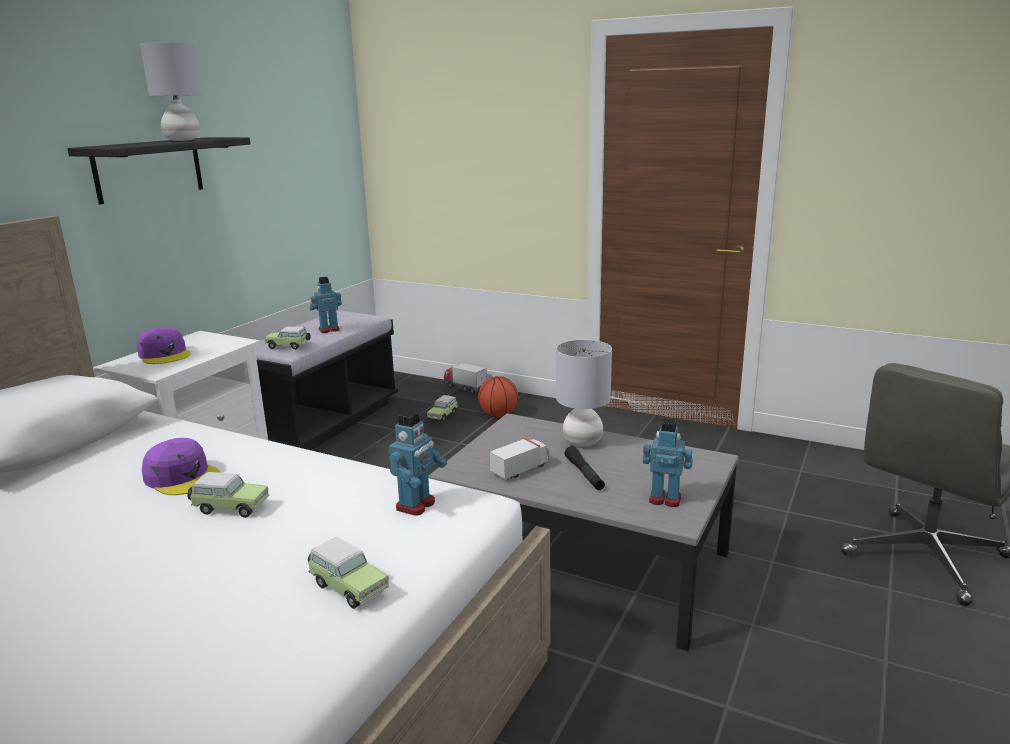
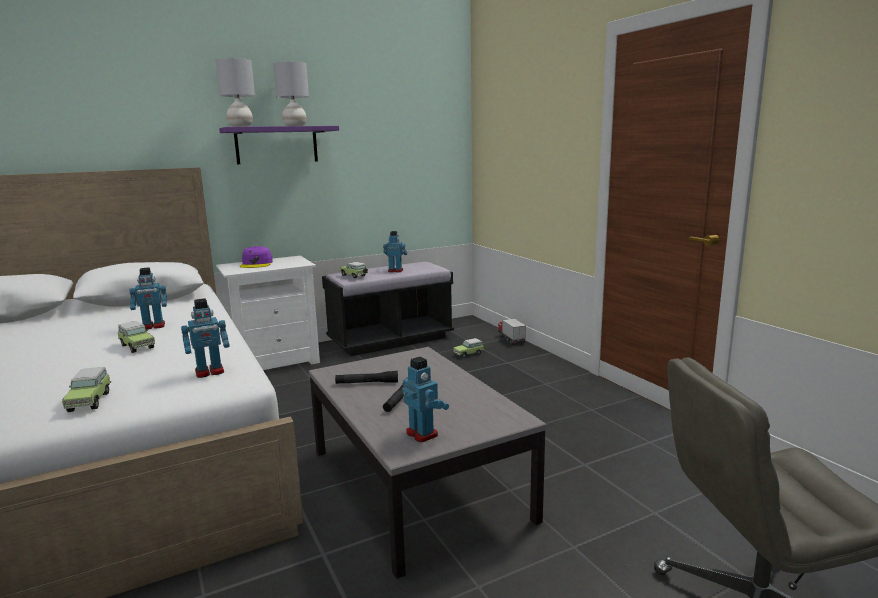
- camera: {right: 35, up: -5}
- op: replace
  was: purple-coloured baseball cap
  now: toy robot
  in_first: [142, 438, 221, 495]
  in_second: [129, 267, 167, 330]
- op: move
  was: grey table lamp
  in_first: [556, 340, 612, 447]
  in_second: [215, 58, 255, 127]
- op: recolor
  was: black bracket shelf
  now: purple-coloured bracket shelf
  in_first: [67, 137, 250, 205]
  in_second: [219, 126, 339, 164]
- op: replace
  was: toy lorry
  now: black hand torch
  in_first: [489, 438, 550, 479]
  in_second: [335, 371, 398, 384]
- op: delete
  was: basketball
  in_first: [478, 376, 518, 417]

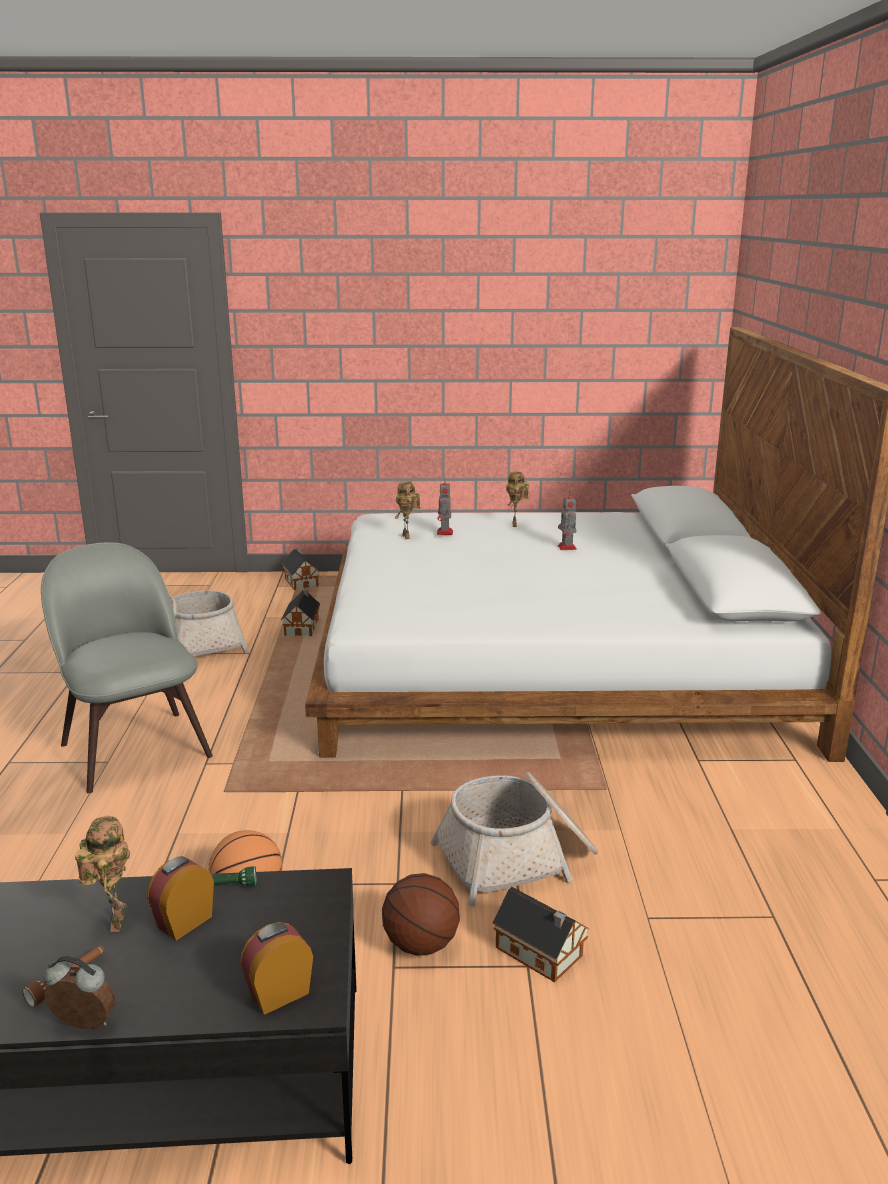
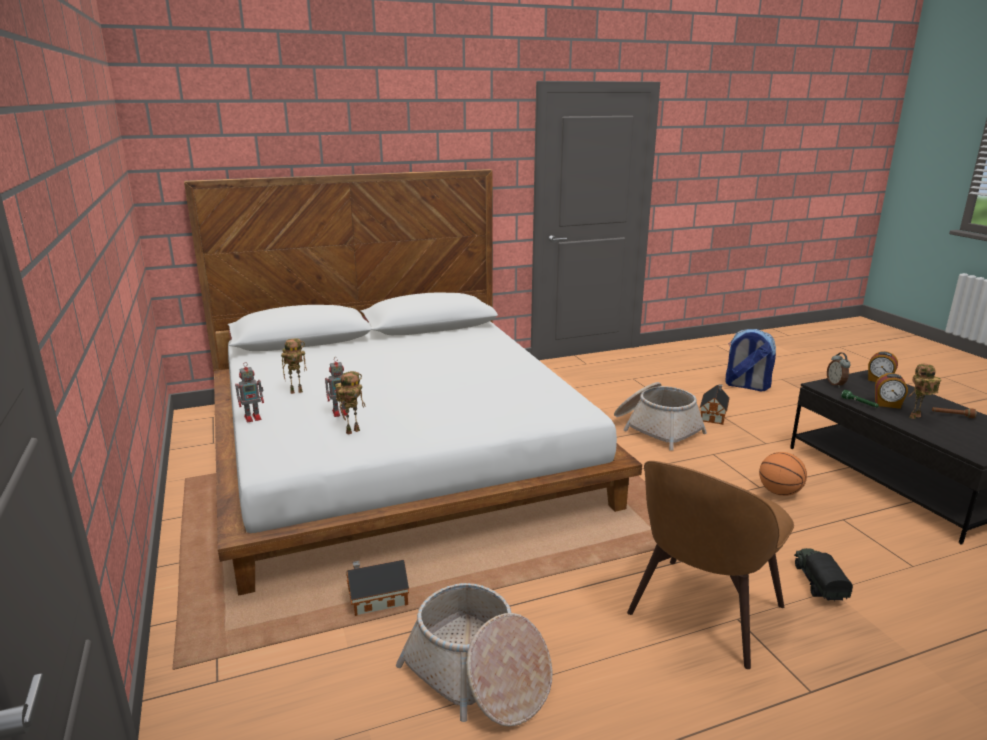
- camera: {right: -110, up: 0}
- op: move
  was: toy robot
  in_first: [558, 491, 577, 550]
  in_second: [235, 362, 264, 423]
- op: recolor
  was: grey chair
  now: brownish chair
  in_first: [41, 542, 213, 793]
  in_second: [627, 461, 794, 669]
- op: insert
  now: rucksack
  in_second: [725, 329, 776, 391]
- op: insert
  now: toy lorry
  in_second: [794, 548, 853, 601]
- op: move
  was: table clock
  in_first: [44, 956, 115, 1029]
  in_second: [827, 353, 851, 388]
- op: delete
  was: model house
  in_first: [282, 547, 320, 591]
- op: delete
  was: basketball
  in_first: [382, 873, 460, 956]

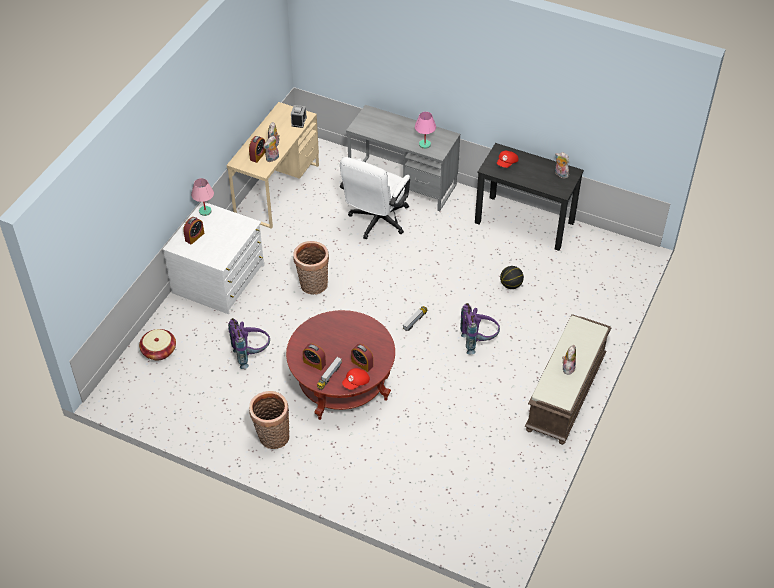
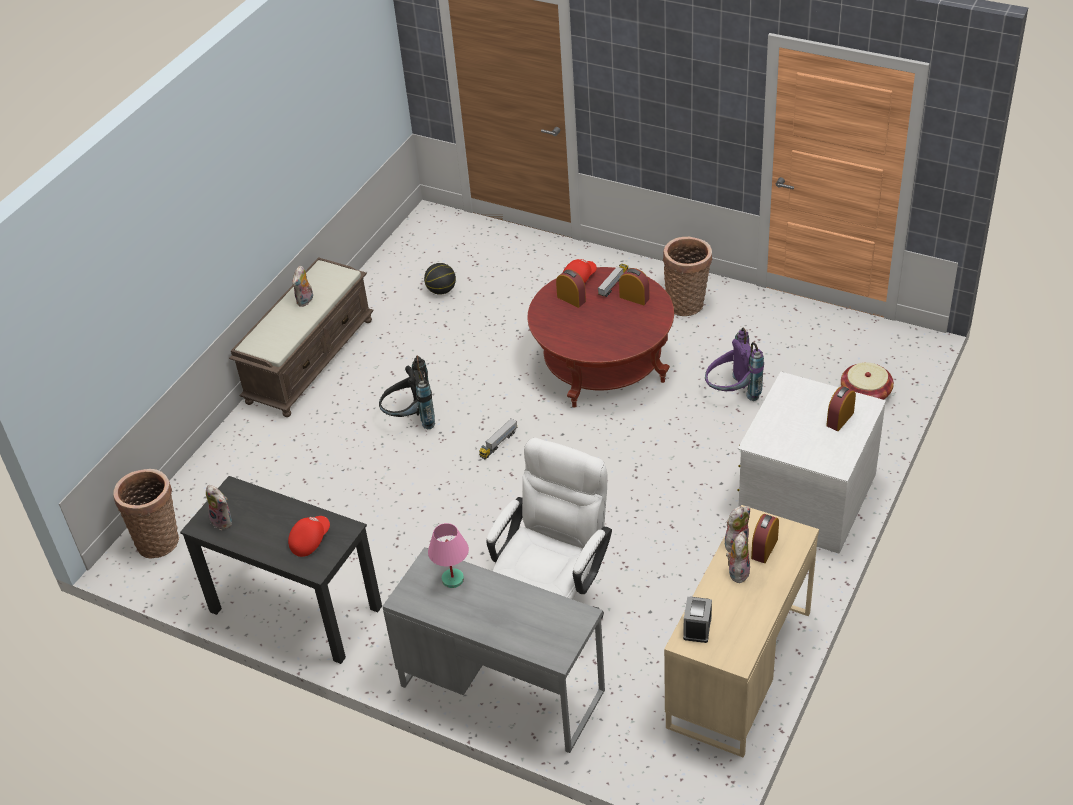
- camera: {right: -175, up: -5}
- op: move
  was: household basket
  in_first: [293, 241, 329, 295]
  in_second: [114, 469, 179, 558]
- op: recolor
  was: purple-coloured rucksack
  now: black rucksack
  in_first: [460, 303, 500, 354]
  in_second: [379, 355, 435, 429]
- op: move
  was: basketball
  in_first: [500, 266, 524, 289]
  in_second: [424, 263, 456, 295]
- op: delete
  was: pink table lamp
  in_first: [191, 178, 214, 216]

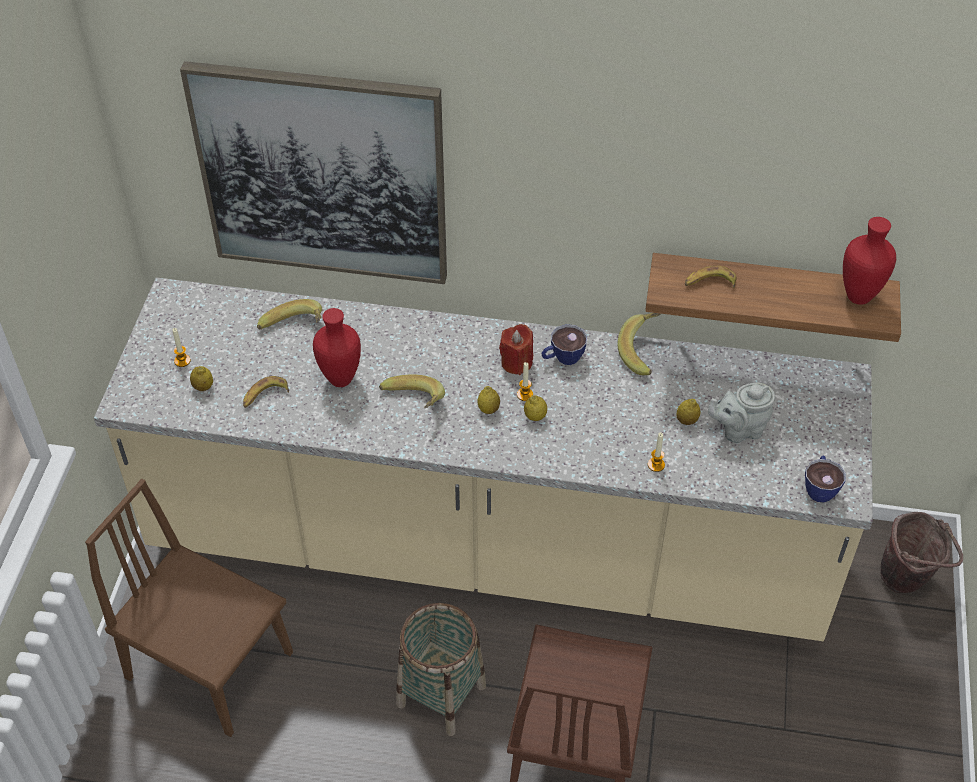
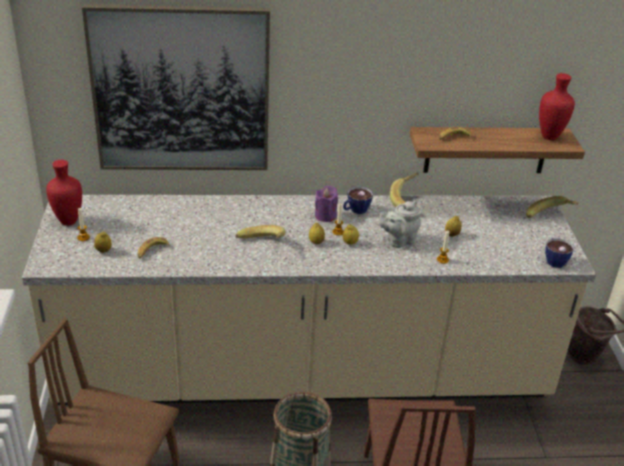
- camera: {right: -15, up: -15}
- op: move
  was: red decorative vase
  in_first: [313, 308, 361, 387]
  in_second: [46, 160, 82, 226]
- op: recolor
  was: red wax light
  now: purple-coloured wax light
  in_first: [499, 324, 533, 375]
  in_second: [315, 186, 338, 222]
- op: move
  was: grey teapot
  in_first: [708, 383, 775, 443]
  in_second: [379, 201, 422, 248]
- op: move
  was: banana
  in_first: [257, 299, 322, 330]
  in_second: [526, 196, 579, 218]

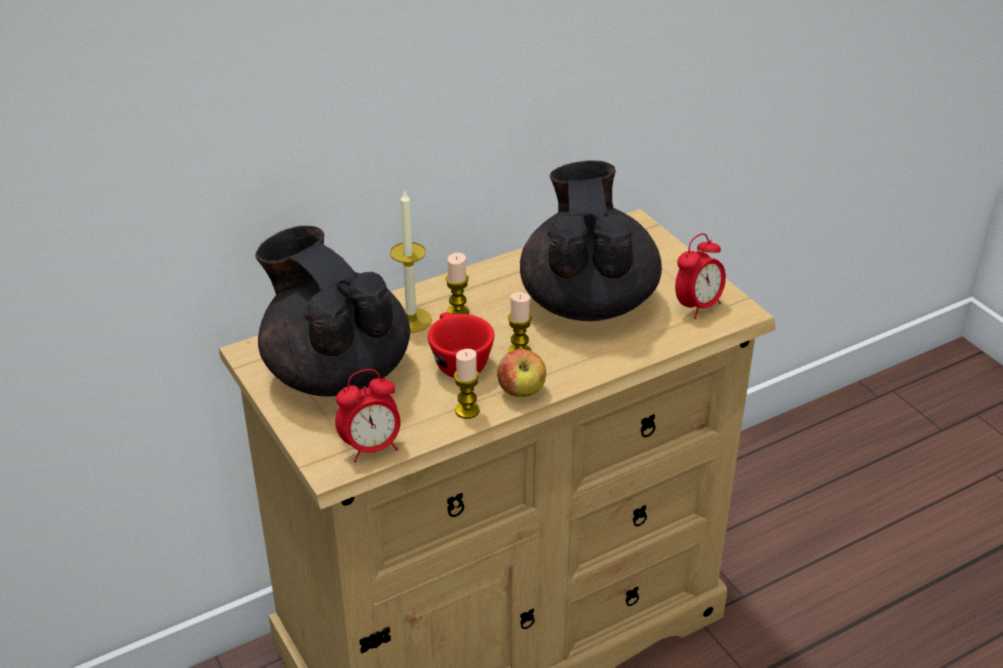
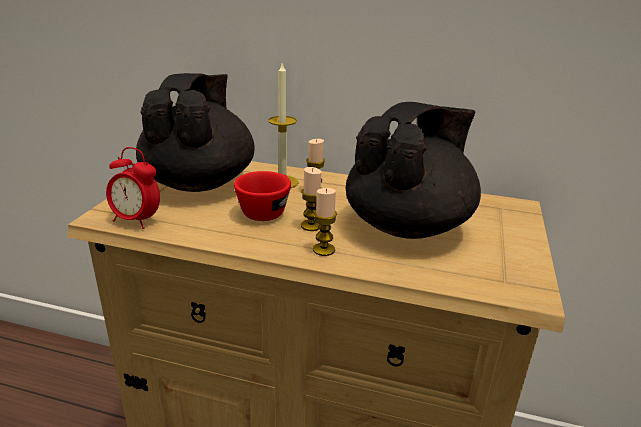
- camera: {right: 45, up: -10}
- op: move
  was: wax light
  in_first: [454, 349, 480, 419]
  in_second: [313, 188, 337, 256]
- op: delete
  was: apple fruit
  in_first: [497, 349, 546, 397]
- op: delete
  was: table clock
  in_first: [675, 233, 726, 319]

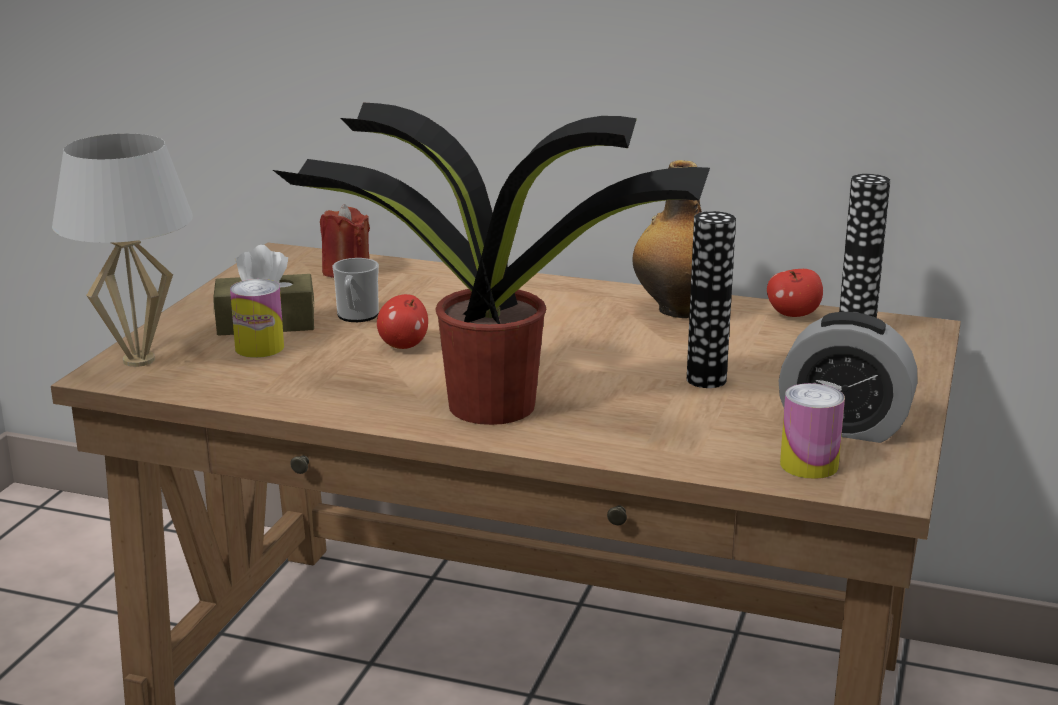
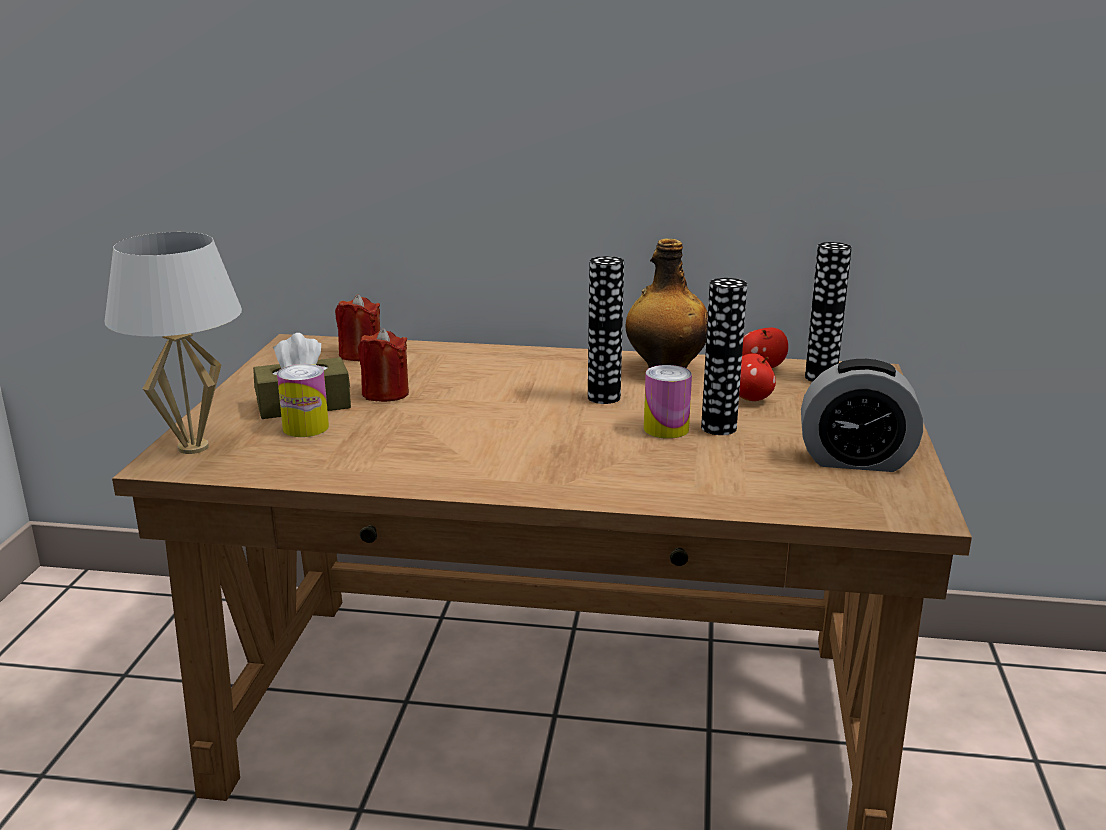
- camera: {right: -10, up: 0}
- op: replace
  was: tea mug
  now: red wax light
  in_first: [332, 258, 379, 322]
  in_second: [358, 328, 409, 402]
- op: insert
  now: decorative vase
  in_second: [588, 256, 624, 404]
- op: move
  was: metal can
  in_first: [780, 383, 845, 479]
  in_second: [644, 365, 692, 439]
- op: move
  was: apple fruit
  in_first: [377, 294, 428, 349]
  in_second: [739, 353, 776, 401]
- op: delete
  was: houseplant
  in_first: [273, 102, 710, 425]

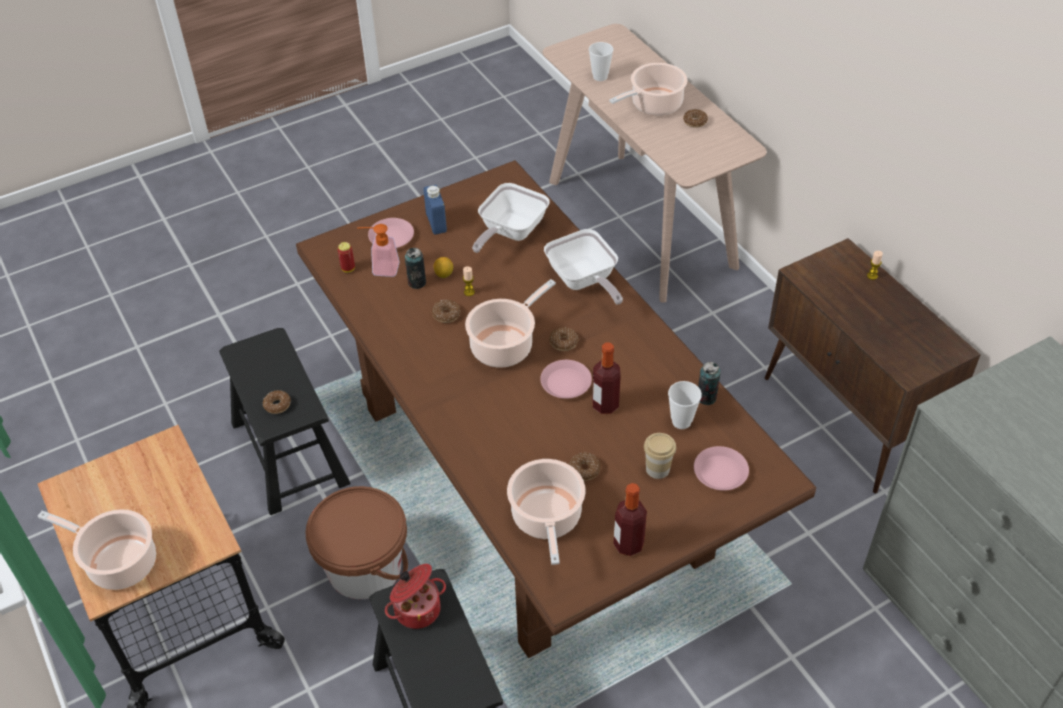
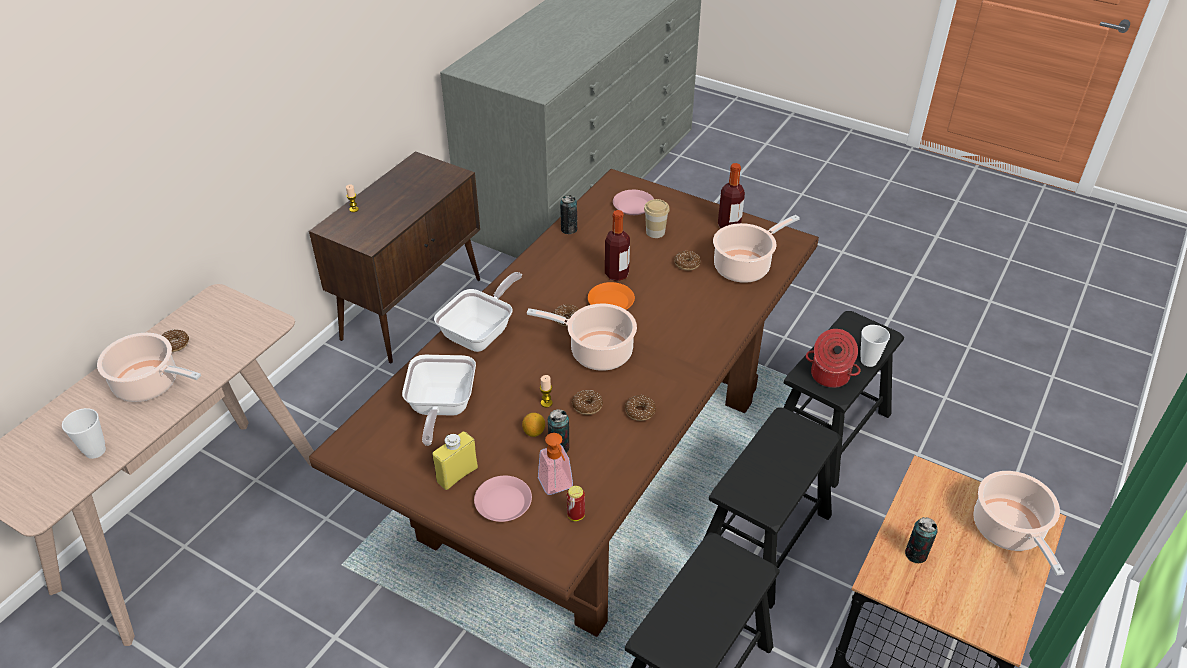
- camera: {right: -120, up: -5}
- op: rotate
  was: skillet
  in_first: [472, 183, 550, 253]
  in_second: [402, 355, 476, 446]
  clockwise: 90
- op: recolor
  was: bluish drink bottle
  now: yellow drink bottle
  in_first: [423, 185, 447, 234]
  in_second: [432, 431, 478, 490]
- op: recolor
  was: pink plate
  now: orange plate
  in_first: [540, 360, 592, 399]
  in_second: [588, 282, 635, 310]
- op: move
  was: doughnut
  in_first: [263, 390, 291, 414]
  in_second: [625, 395, 656, 421]
- op: replace
  was: brownish pail
  now: black stool seat
  in_first: [305, 486, 408, 599]
  in_second: [704, 407, 841, 609]
- op: move
  was: cup
  in_first: [668, 381, 702, 429]
  in_second: [860, 325, 890, 367]
- op: insert
  now: metal can
  in_second: [905, 517, 938, 563]

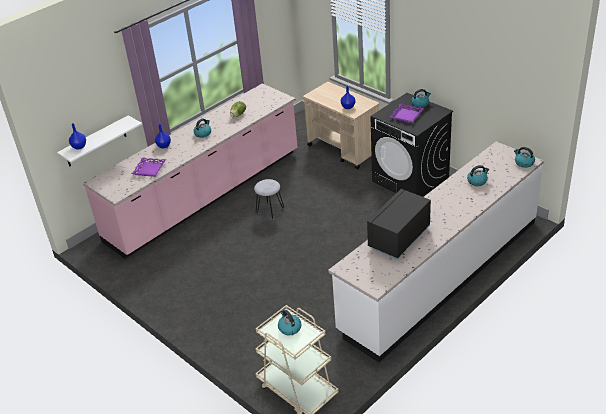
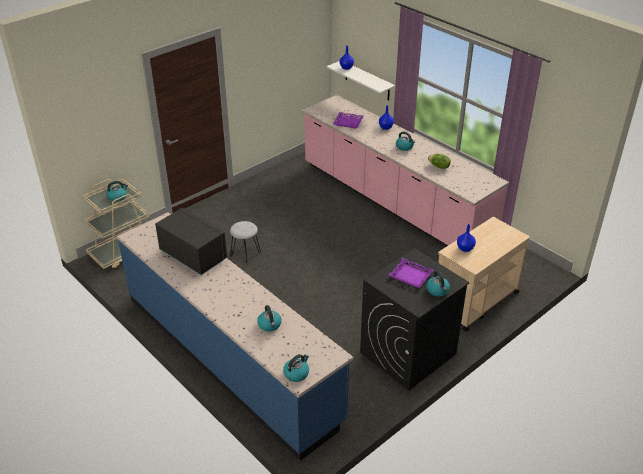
- camera: {right: 90, up: 0}
- op: recolor
  was: whitish kitchen base unit
  now: bluish kitchen base unit
  in_first: [328, 141, 544, 362]
  in_second: [117, 212, 353, 461]
- op: move
  was: grey stool seat
  in_first: [254, 179, 284, 220]
  in_second: [230, 221, 261, 264]

